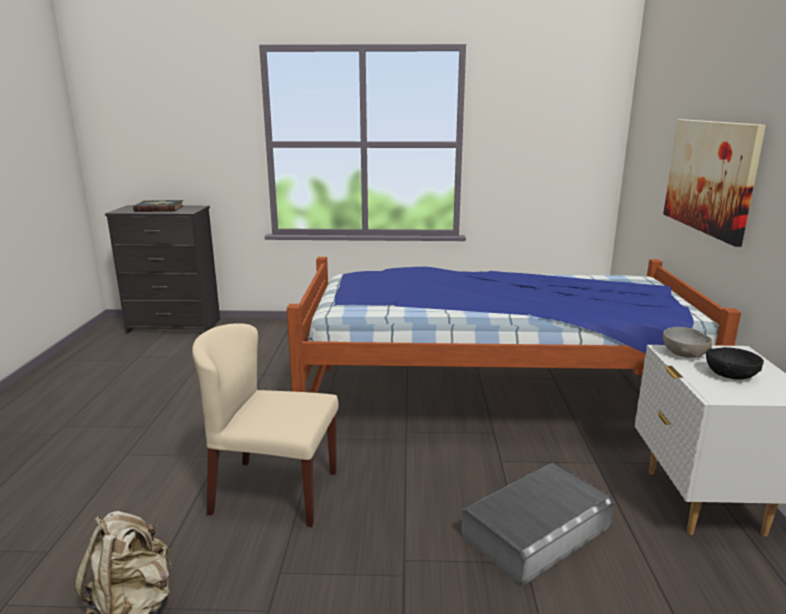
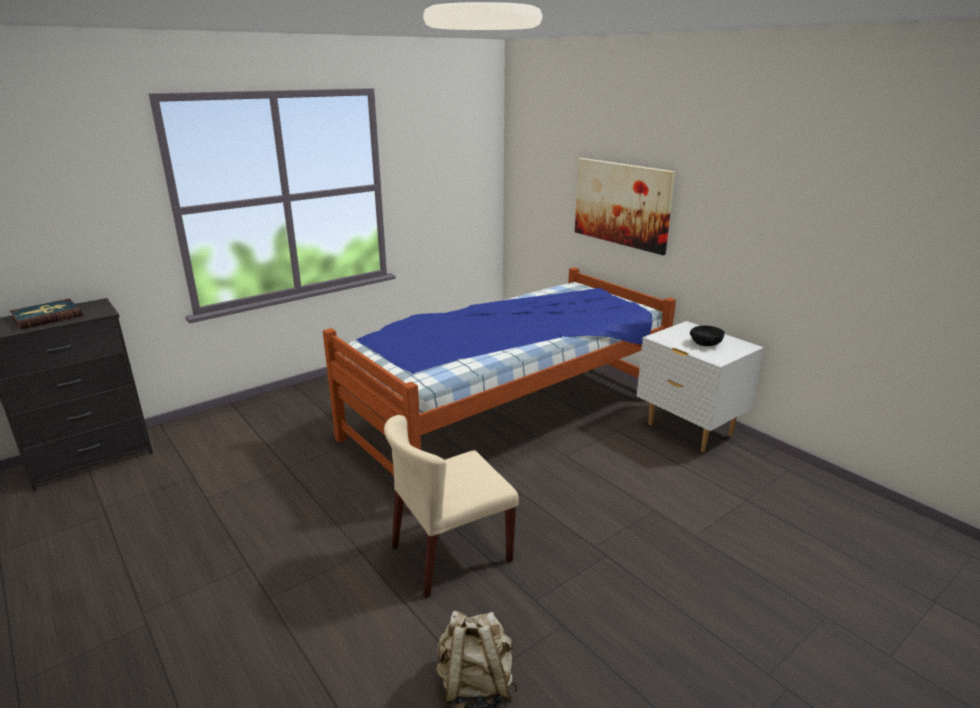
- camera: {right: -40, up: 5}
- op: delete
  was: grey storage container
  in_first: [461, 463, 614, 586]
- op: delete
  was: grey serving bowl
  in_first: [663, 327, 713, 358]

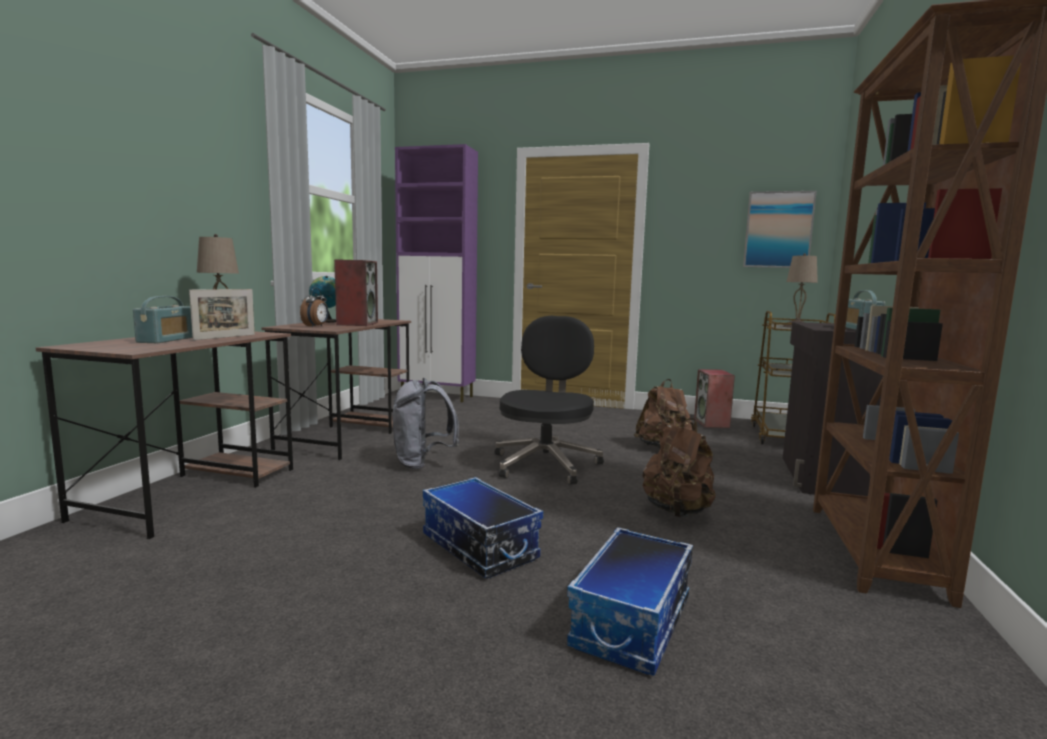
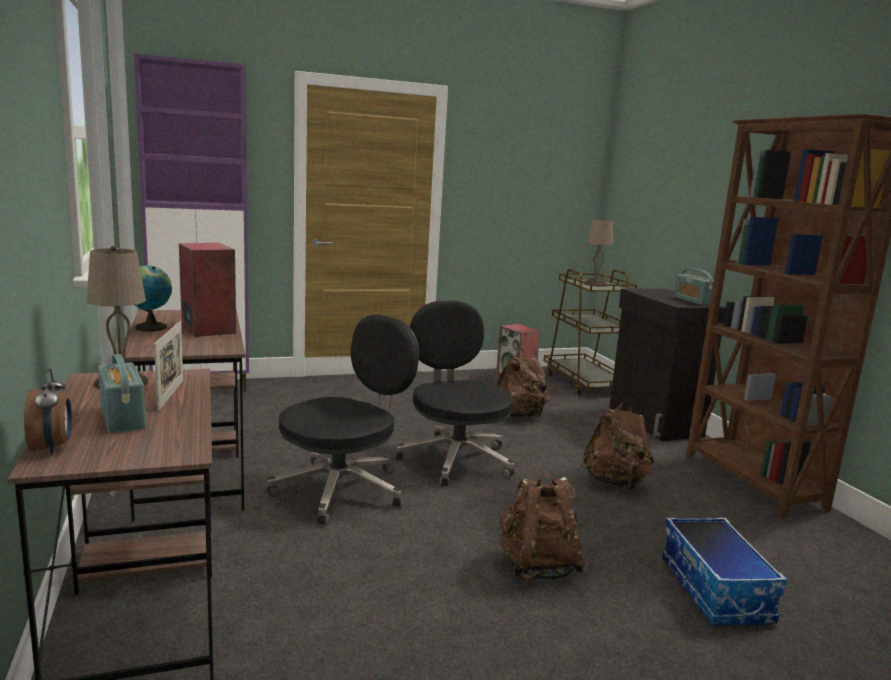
- camera: {right: -35, up: 5}
- op: move
  was: table clock
  in_first: [300, 288, 328, 327]
  in_second: [24, 369, 72, 454]
- op: replace
  was: grey rucksack
  now: black computer chair
  in_first: [393, 378, 459, 469]
  in_second: [266, 315, 419, 525]
- op: replace
  was: storage container
  now: brownish rucksack
  in_first: [423, 477, 543, 579]
  in_second: [499, 474, 587, 580]
- op: delete
  was: wall picture
  in_first: [743, 191, 817, 268]

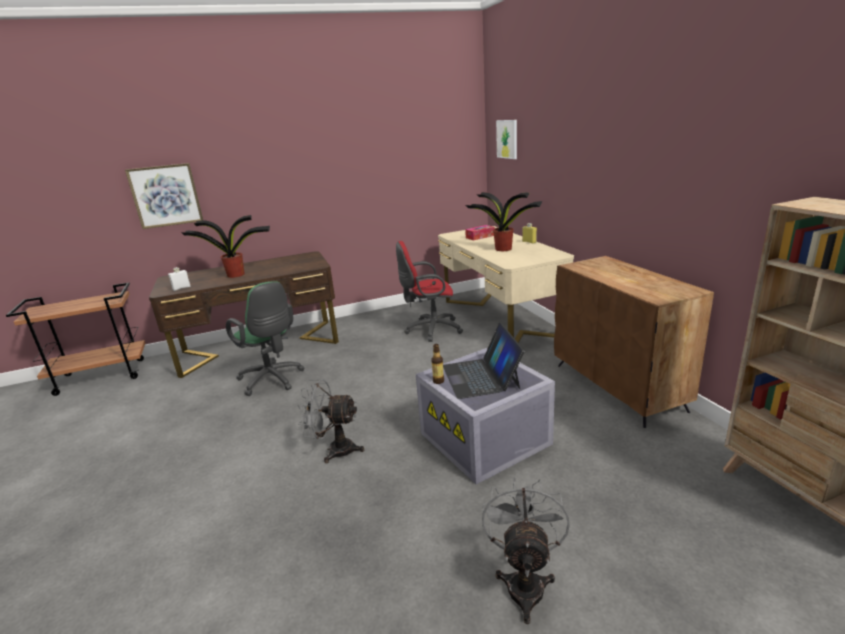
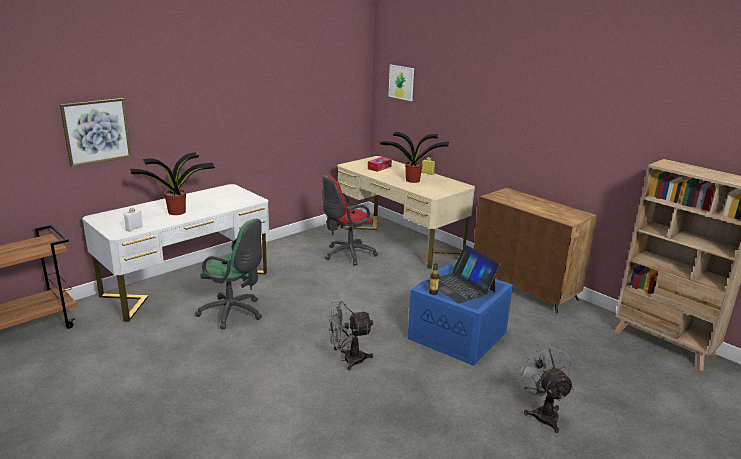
- camera: {right: -25, up: 0}
- op: recolor
  was: brownish desk unit
  now: whitish desk unit
  in_first: [149, 251, 339, 378]
  in_second: [82, 184, 269, 322]
- op: recolor
  was: grey storage container
  now: bluish storage container
  in_first: [416, 348, 555, 485]
  in_second: [408, 264, 513, 366]

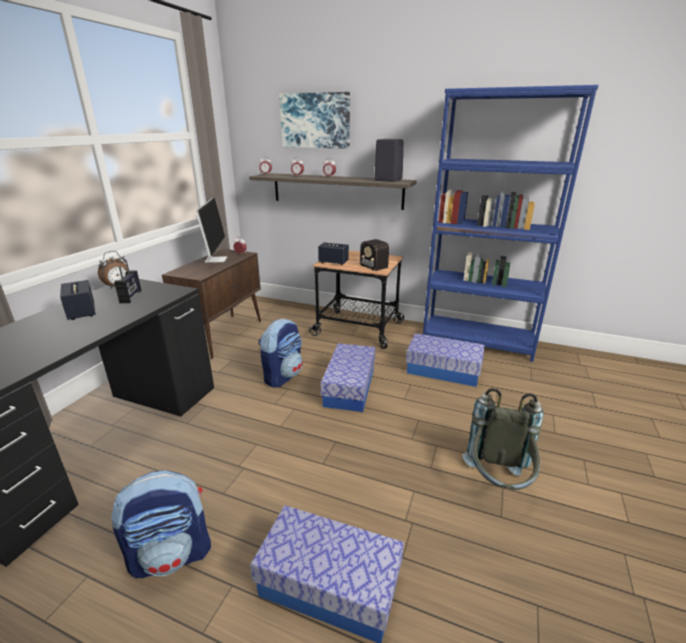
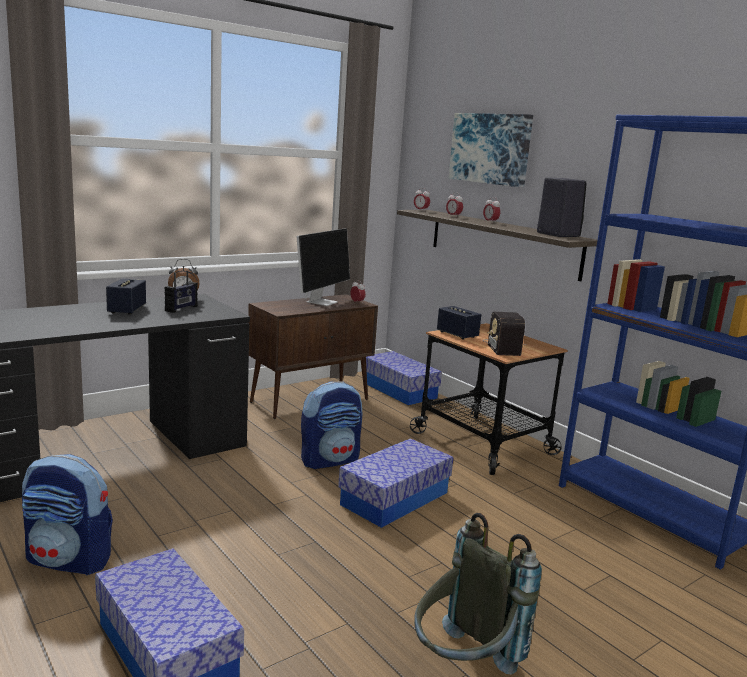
- camera: {right: 30, up: -10}
- op: move
  was: storage container
  in_first: [406, 333, 485, 387]
  in_second: [366, 351, 442, 405]

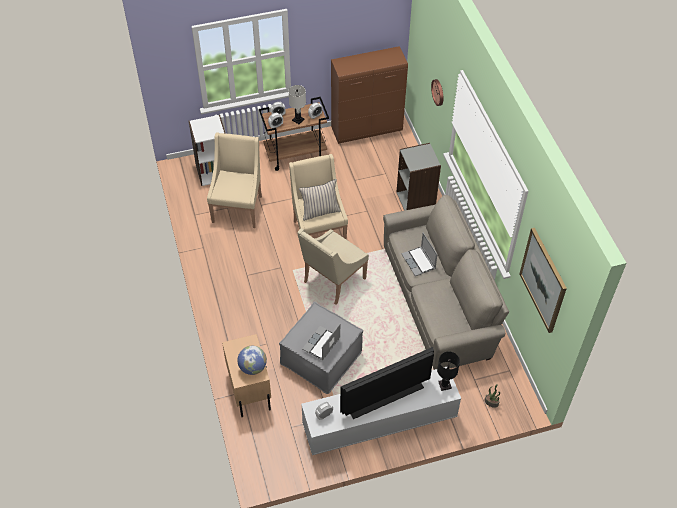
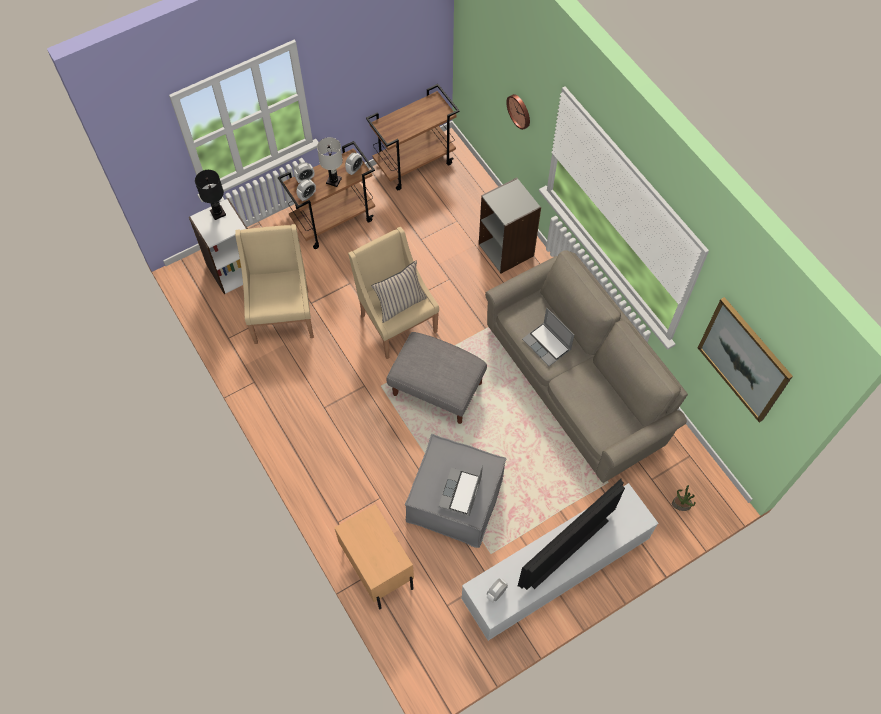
- camera: {right: -15, up: 10}
- op: move
  was: black table lamp
  in_first: [437, 352, 460, 391]
  in_second: [195, 170, 226, 220]
- op: replace
  was: brownish storage cabinet
  now: brownish wheeled cart
  in_first: [331, 46, 408, 144]
  in_second: [366, 84, 460, 191]
- op: replace
  was: beige easy chair
  now: grey footrest
  in_first: [297, 228, 369, 305]
  in_second: [386, 332, 487, 424]
- op: delete
  was: desk globe
  in_first: [238, 346, 267, 375]

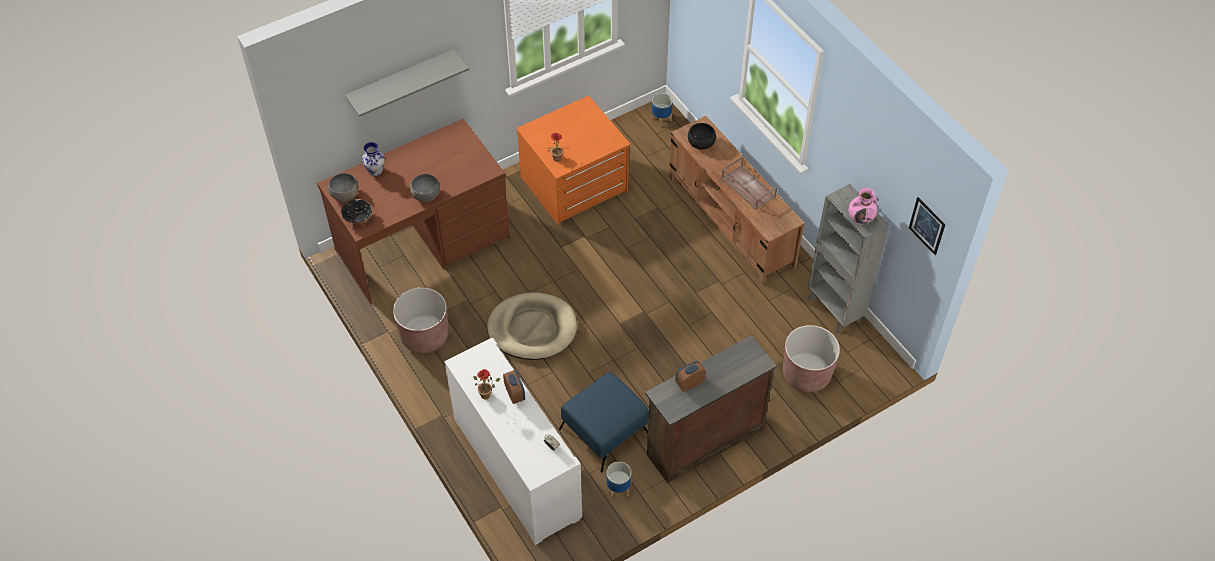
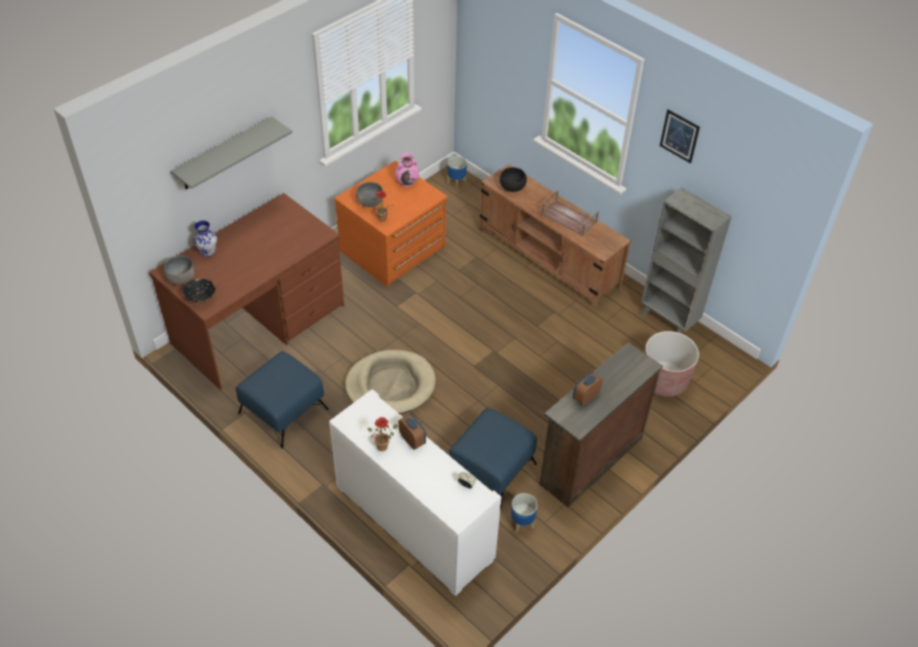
- camera: {right: -15, up: -5}
- op: replace
  was: brownish plant pot
  now: bluish footrest
  in_first: [393, 287, 448, 353]
  in_second: [236, 352, 329, 448]
- op: move
  was: grey serving bowl
  in_first: [410, 174, 440, 202]
  in_second: [356, 182, 383, 207]
- op: move
  was: pink decorative vase
  in_first: [849, 188, 877, 225]
  in_second: [395, 153, 419, 187]
- op: move
  was: wall picture
  in_first: [909, 197, 946, 255]
  in_second: [660, 110, 700, 163]

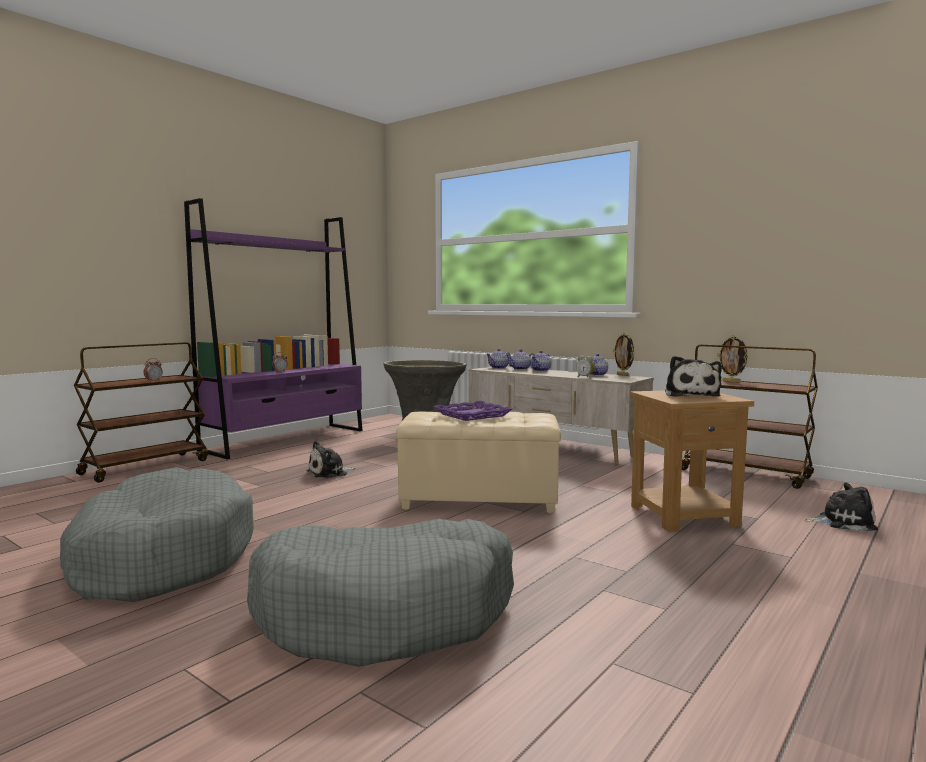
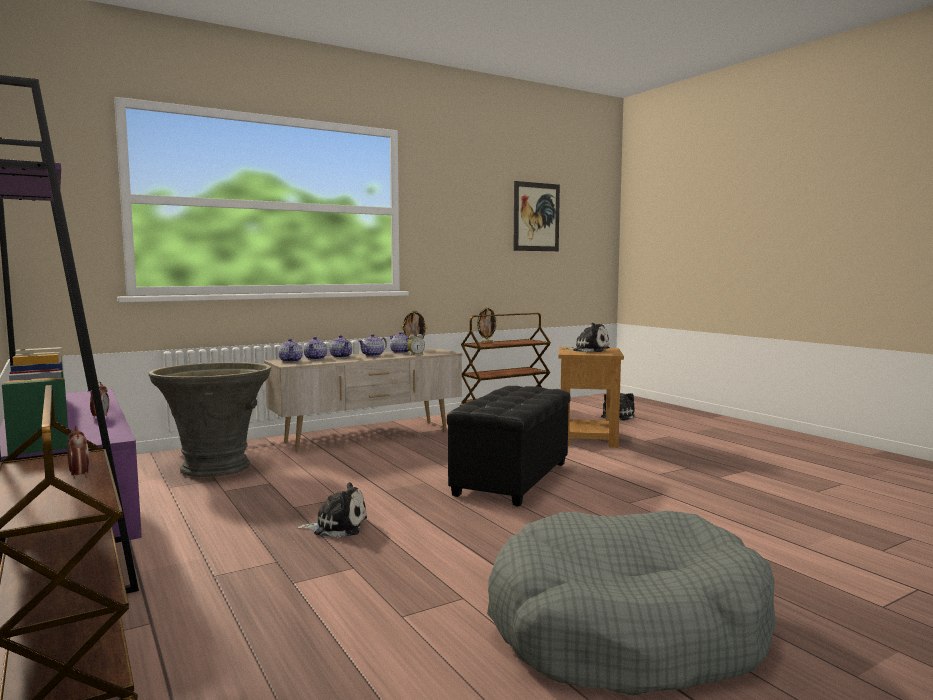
- camera: {right: -70, up: 0}
- op: rotate
  was: plush toy
  in_first: [307, 441, 355, 478]
  in_second: [296, 482, 367, 538]
  clockwise: -75
- op: insert
  now: teapot
  in_second: [359, 334, 387, 356]
- op: recolor
  was: beige footrest
  now: black footrest
  in_first: [396, 412, 561, 513]
  in_second: [447, 386, 571, 506]
- op: insert
  now: wall picture
  in_second: [513, 181, 560, 251]
- op: delete
  was: grey dog cushion
  in_first: [247, 519, 514, 667]
- op: delete
  was: purple-coloured tray
  in_first: [434, 401, 513, 421]

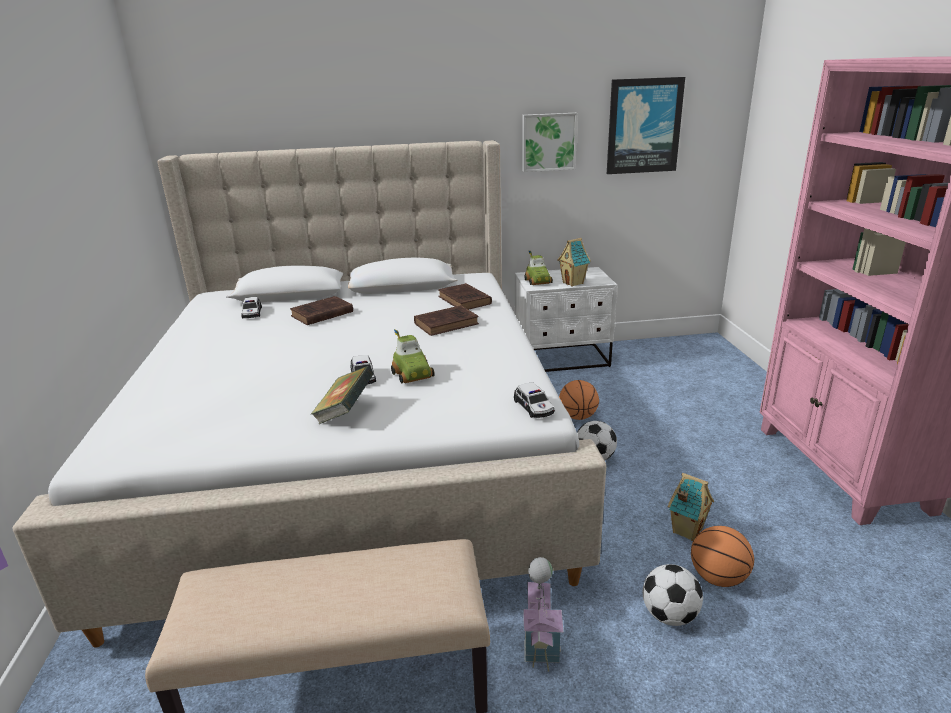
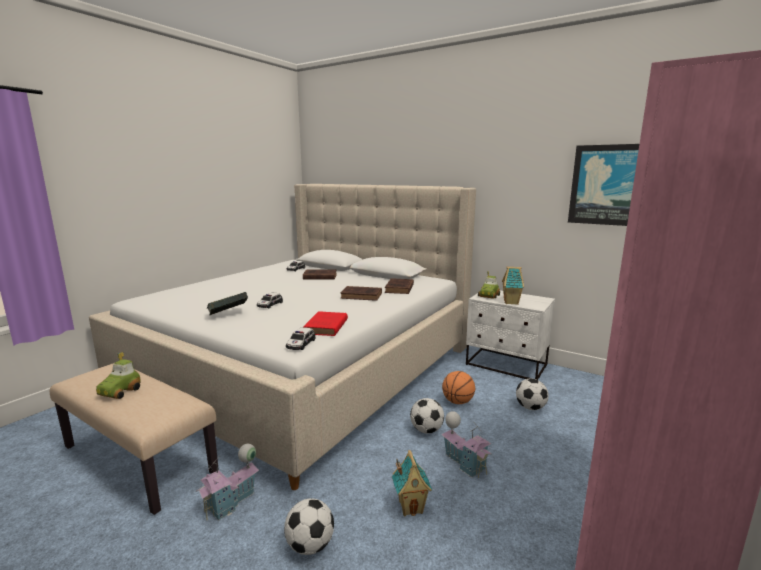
- camera: {right: 40, up: -10}
- op: move
  was: model car
  in_first: [391, 329, 435, 383]
  in_second: [96, 352, 141, 399]
- op: insert
  now: red book
  in_second: [303, 311, 348, 336]
- op: insert
  now: model house
  in_second: [441, 411, 491, 478]
- op: insert
  now: football
  in_second: [516, 378, 549, 410]
- op: delete
  was: wall picture
  in_first: [522, 113, 577, 172]
- op: delete
  was: basketball
  in_first: [691, 526, 754, 587]

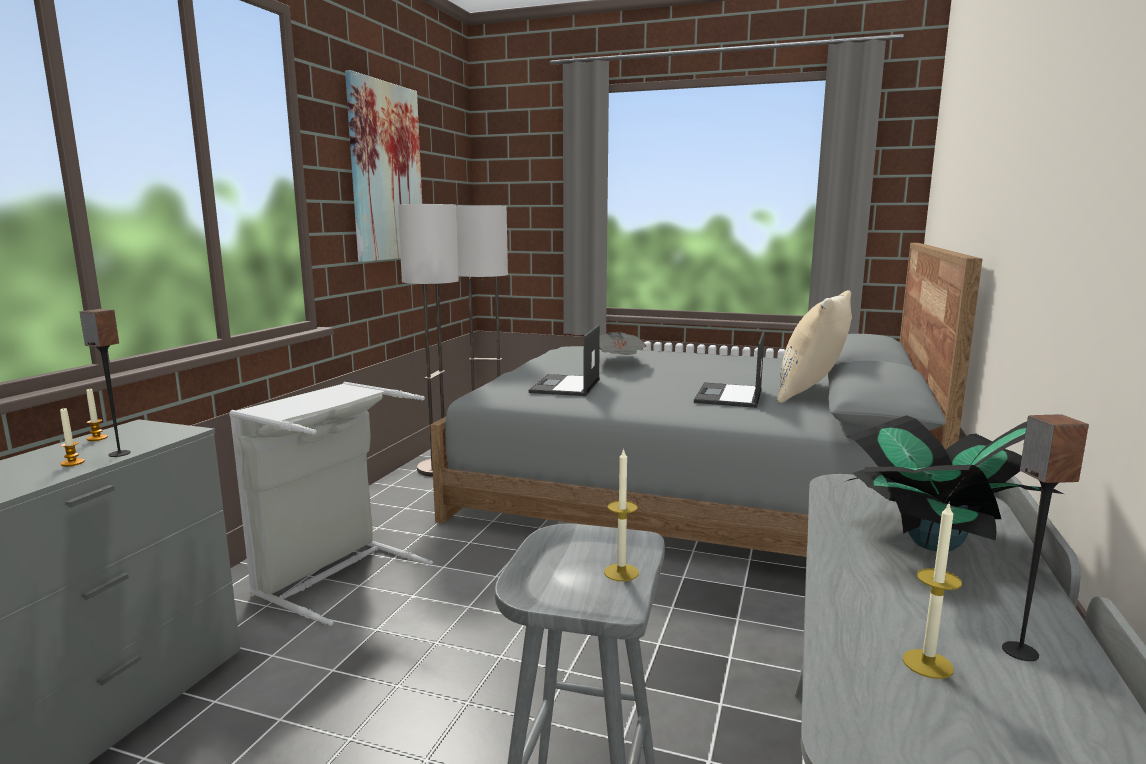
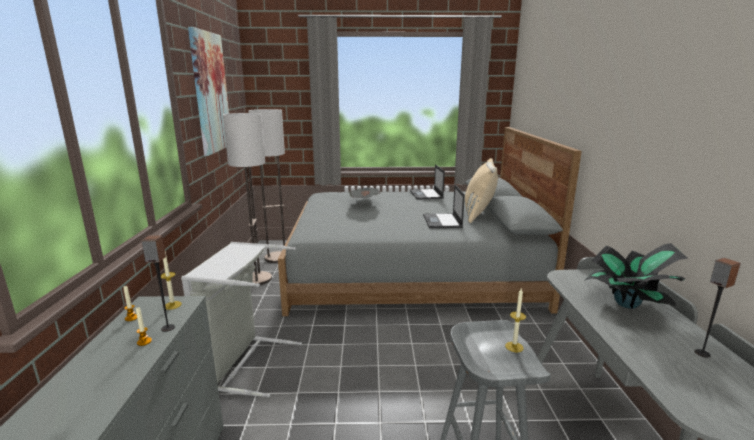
- camera: {right: -20, up: 5}
- op: move
  was: wax light
  in_first: [902, 504, 962, 679]
  in_second: [161, 252, 182, 310]
- op: move
  was: portable computer
  in_first: [529, 325, 600, 396]
  in_second: [410, 164, 445, 200]

